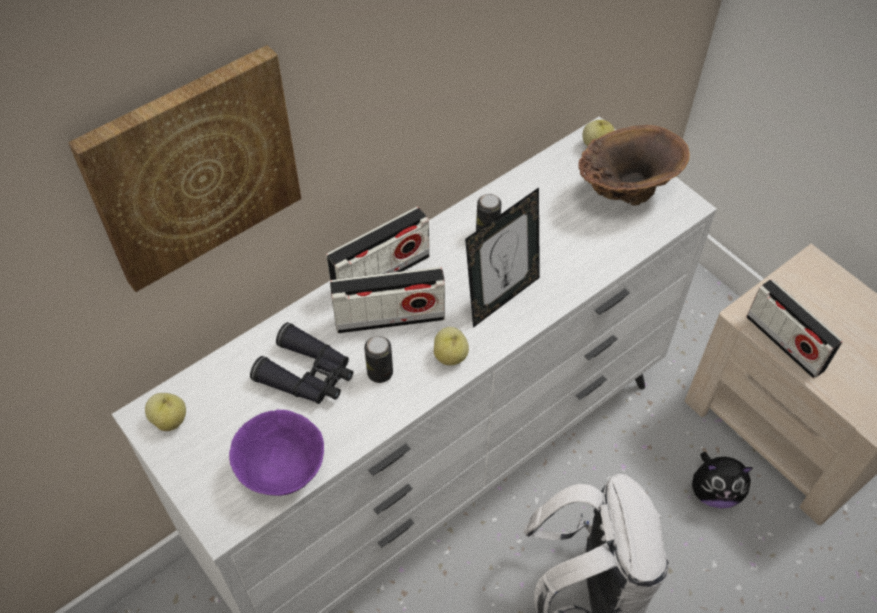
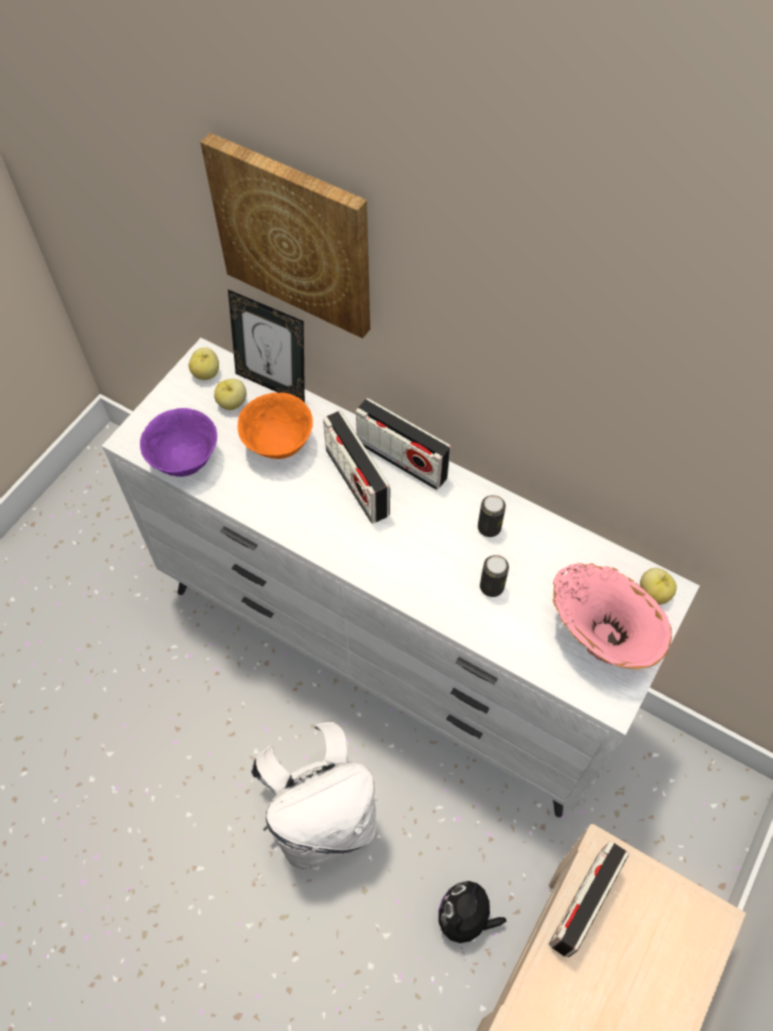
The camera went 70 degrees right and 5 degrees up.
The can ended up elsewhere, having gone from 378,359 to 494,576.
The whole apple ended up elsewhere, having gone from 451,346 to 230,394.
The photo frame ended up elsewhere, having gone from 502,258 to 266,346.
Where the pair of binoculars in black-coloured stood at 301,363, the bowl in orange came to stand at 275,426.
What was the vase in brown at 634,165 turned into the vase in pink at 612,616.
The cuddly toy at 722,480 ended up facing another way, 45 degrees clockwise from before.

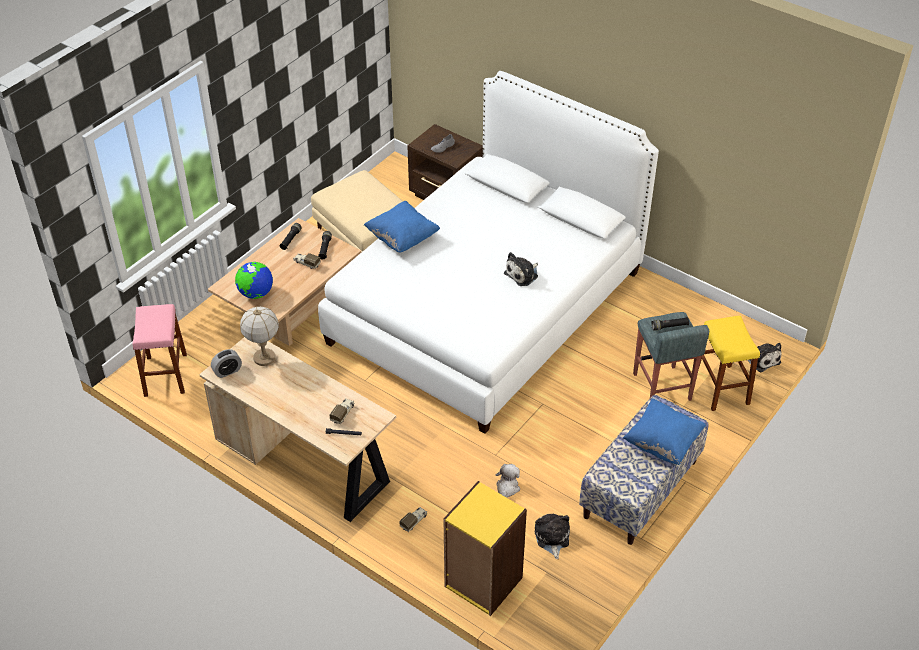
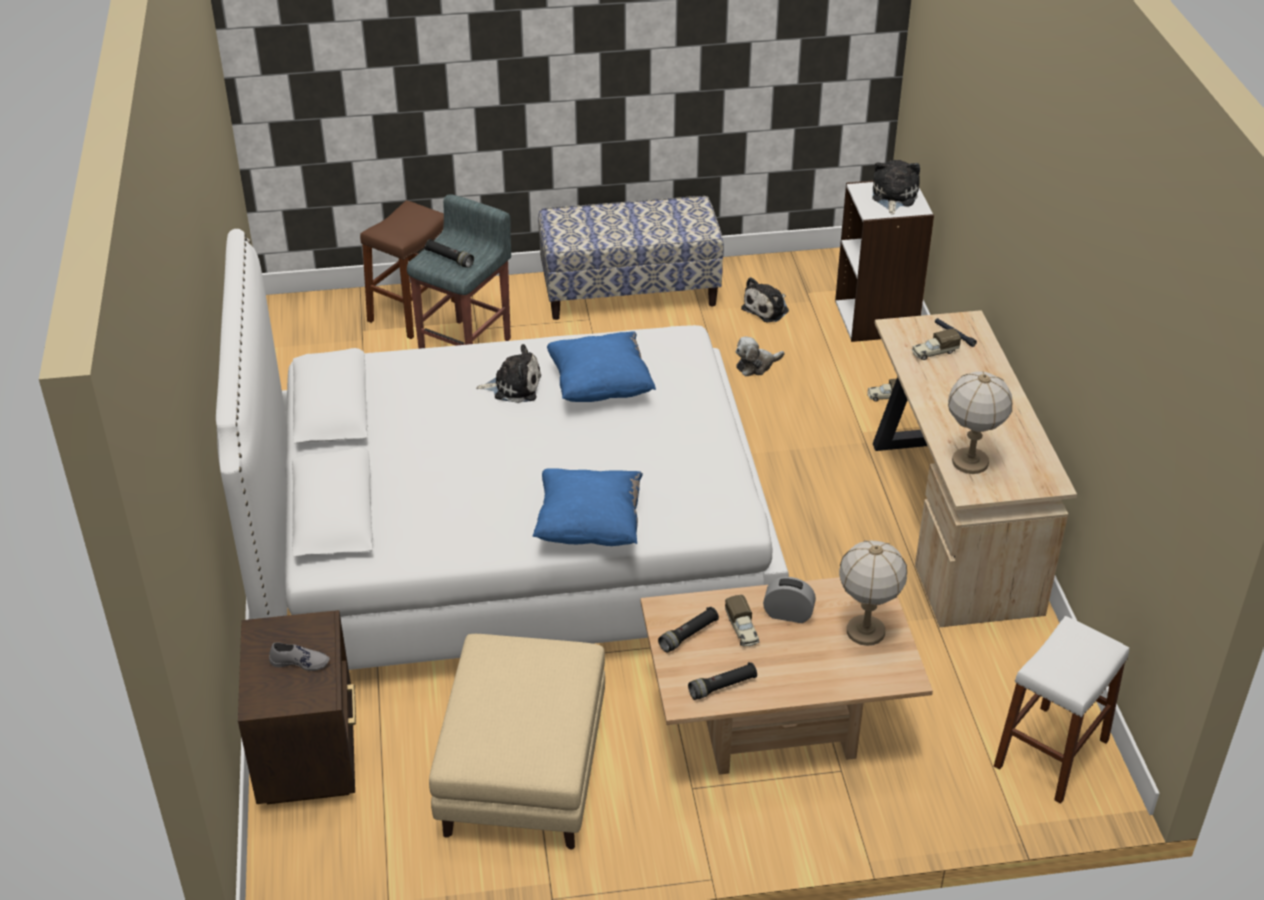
The camera went 135 degrees left and 5 degrees down.
The alarm clock ended up elsewhere, having gone from 226,363 to 789,600.
The pillow in blue ended up elsewhere, having gone from 664,432 to 601,366.
The cuddly toy ended up elsewhere, having gone from 765,357 to 896,187.
Where the desk globe stood at 254,280, the lamp for a table came to stand at 873,593.
What was the stool in pink at 160,350 turned into the stool in white-coloured at 1061,710.
What was the shelving unit in yellow at 485,548 turned into the shelving unit in white-coloured at 884,261.
What was the stool in yellow at 729,363 turned into the stool in brown at 407,269.

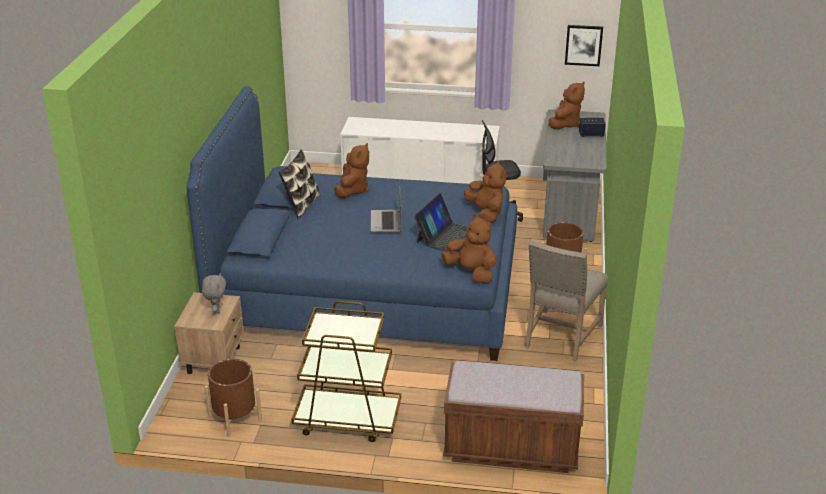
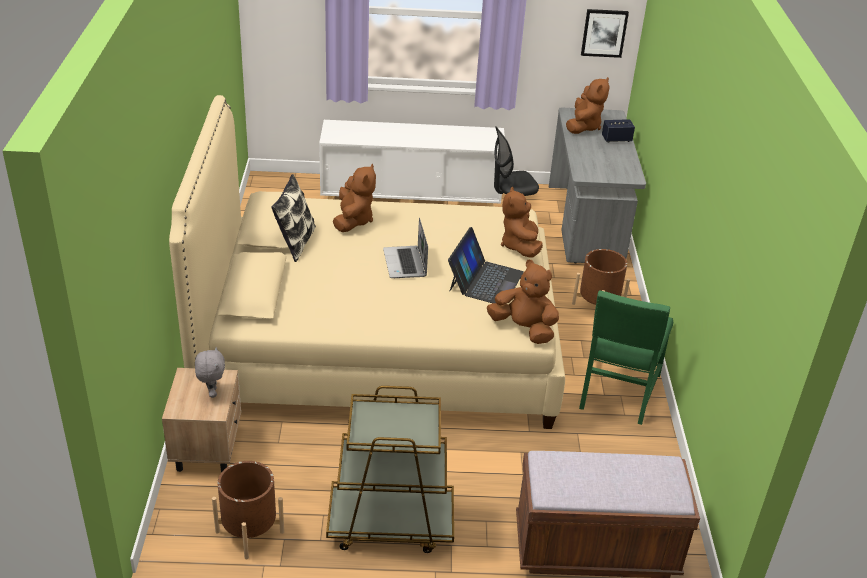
The camera went 10 degrees left and 5 degrees up.
What was the sleeping bed in blue at 351,223 turned into the sleeping bed in beige-coloured at 367,262.
What was the plain chair in beige-coloured at 566,301 turned into the plain chair in green at 626,357.
The cuddly toy in brown at 485,192 ended up facing another way, 150 degrees counterclockwise from before.

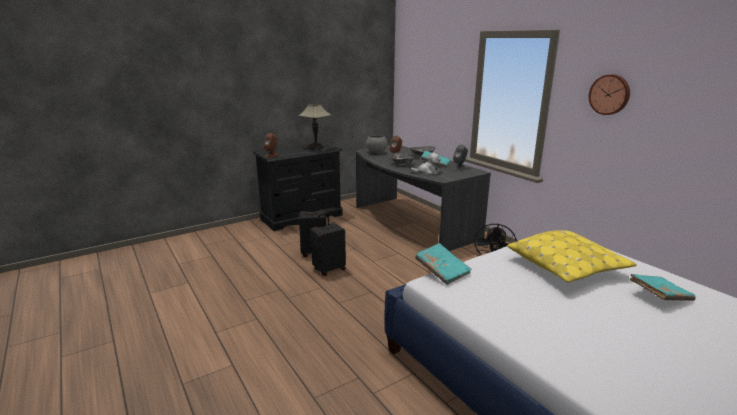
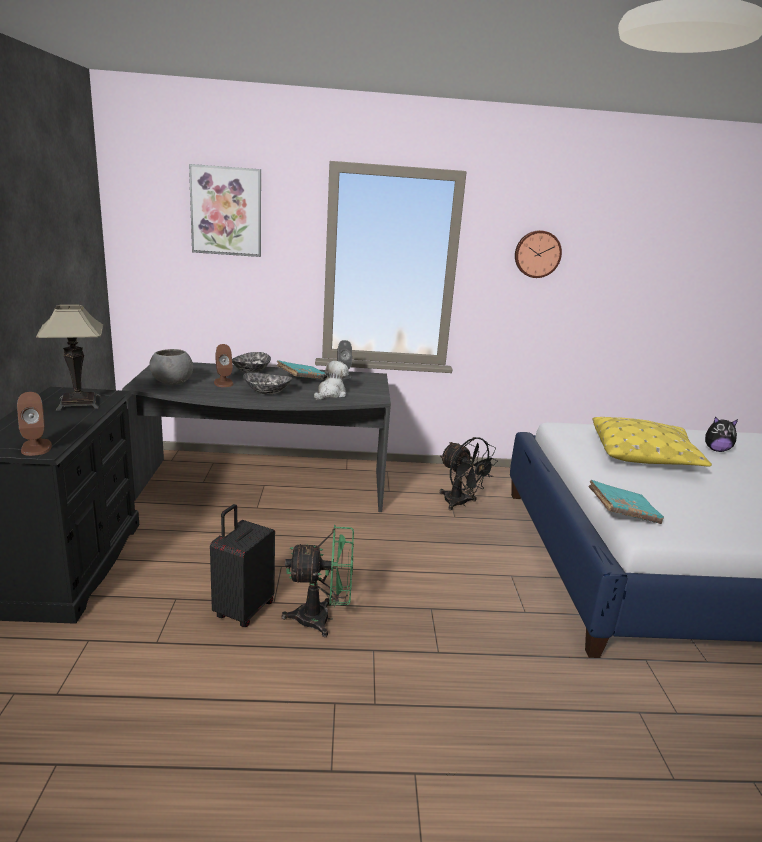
The camera went 60 degrees left and 0 degrees up.
The second view gained the wall art at 225,210.
Where the piece of luggage in black-coloured stood at 328,244, the electric fan in green came to stand at 318,581.
Where the book in blue-green stood at 662,287, the cuddly toy came to stand at 721,434.

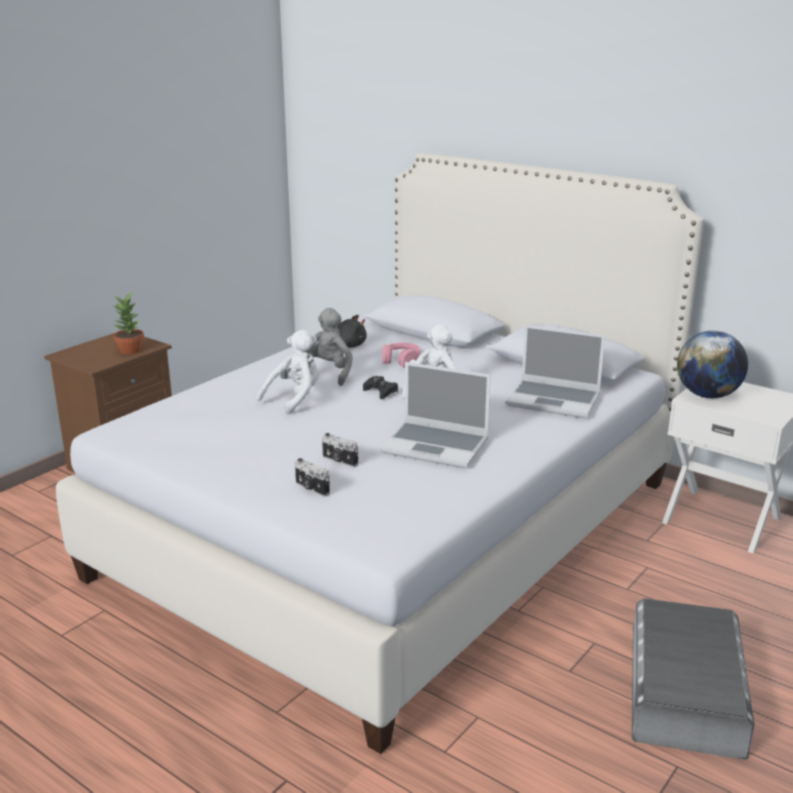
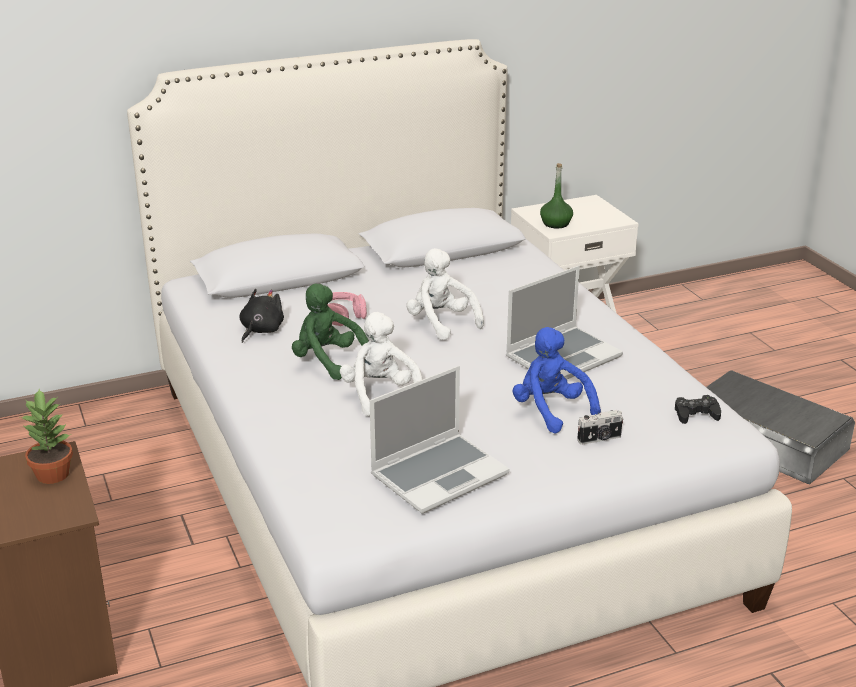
The camera went 60 degrees left and 5 degrees up.
The joypad in black-coloured ended up elsewhere, having gone from 380,387 to 698,409.
The notebook computer ended up elsewhere, having gone from 555,371 to 440,440.
Where the photo camera stood at 340,450, the cuddly toy in blue came to stand at 557,380.
Where the desk globe stood at 712,364, the bottle in green came to stand at 556,195.
What was the cuddly toy in grey at 331,347 turned into the cuddly toy in green at 330,332.

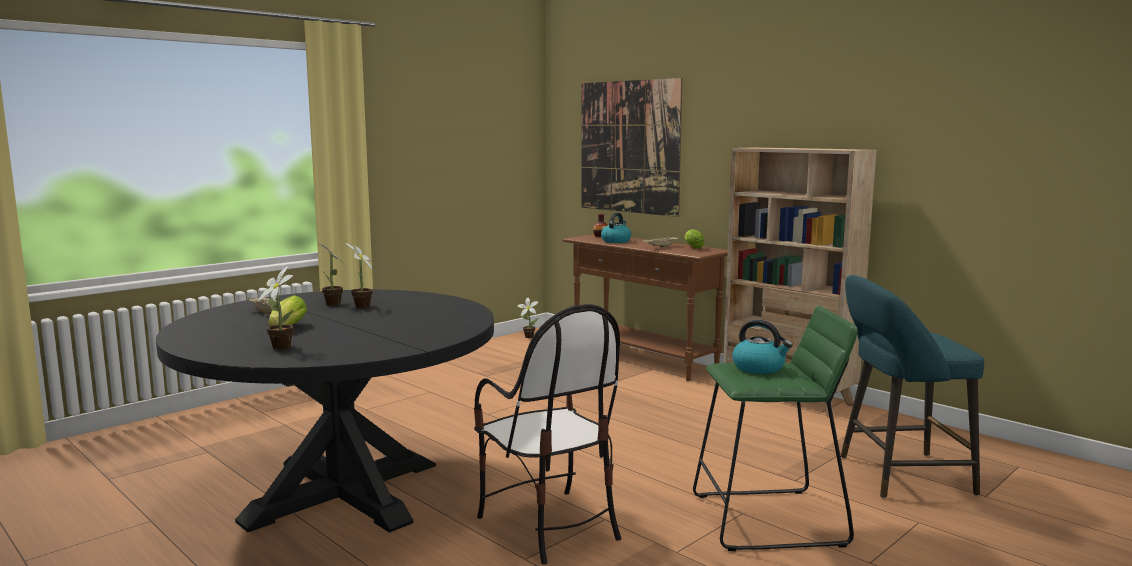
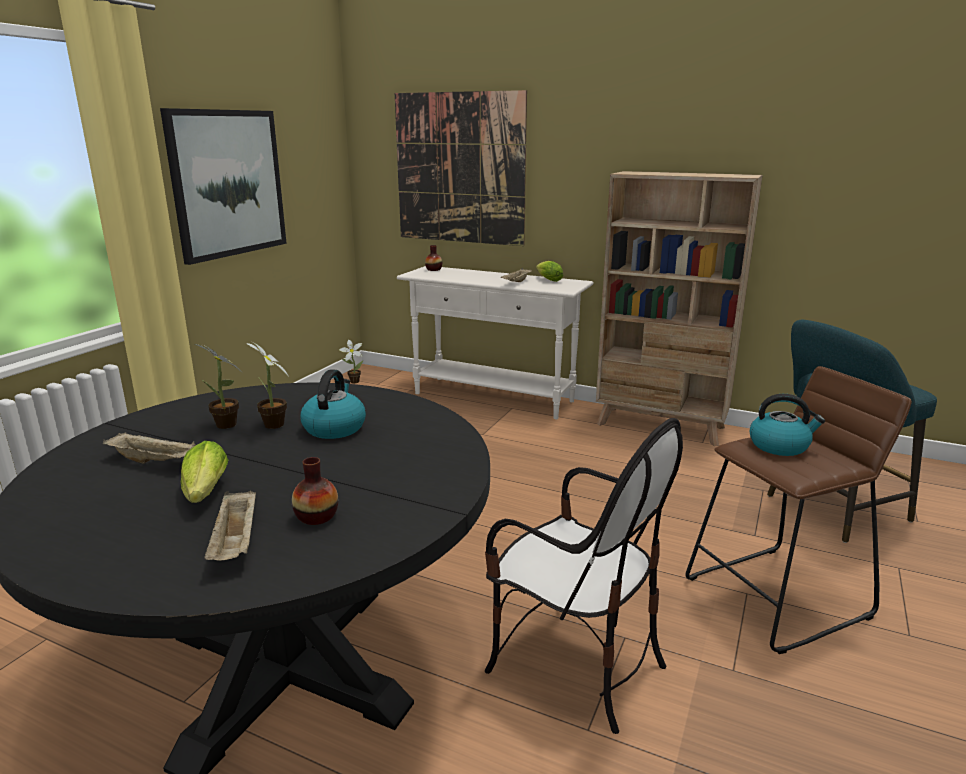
The camera went 20 degrees left and 10 degrees up.
The second view gained the wall art at 223,186.
The second view gained the vase at 315,491.
The kettle ended up elsewhere, having gone from 616,227 to 333,404.
Where the potted plant stood at 276,308, the serving tray in beige-coloured came to stand at 230,526.
What was the narrow table in brown at 645,308 turned into the narrow table in white-coloured at 495,342.
What was the stool in green at 775,428 turned into the stool in brown at 799,510.

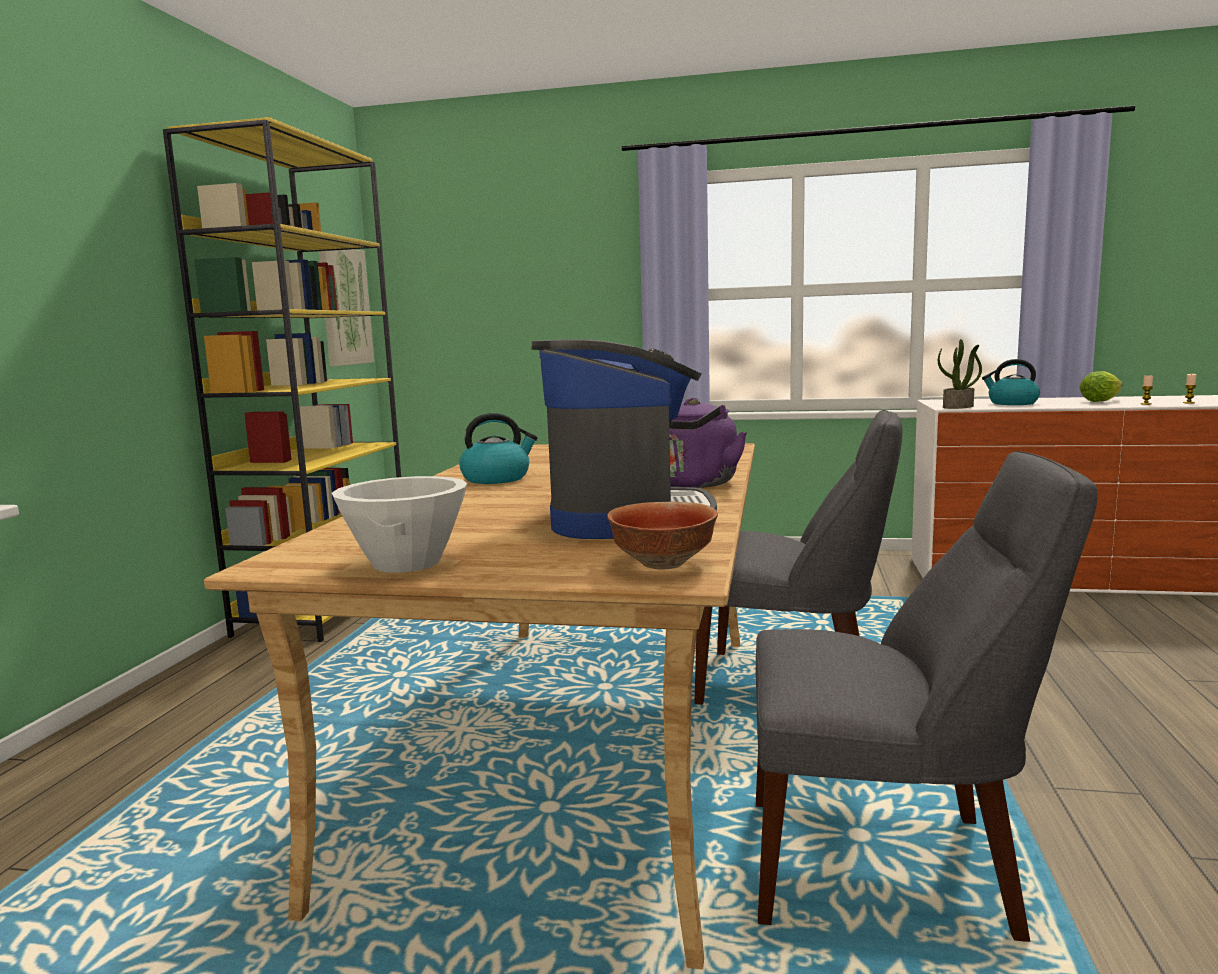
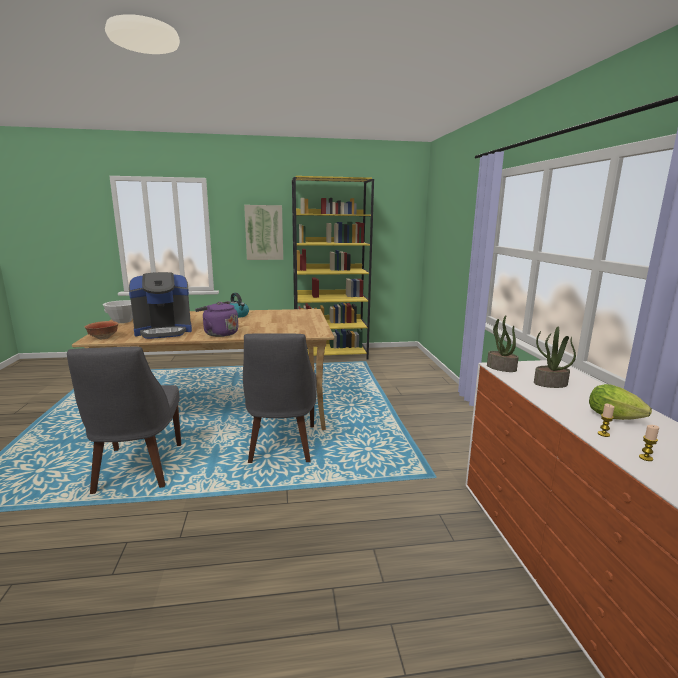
The camera went 70 degrees right and 5 degrees up.
The wall art ended up elsewhere, having gone from 346,307 to 263,232.
Where the kettle stood at 1011,382, the potted plant came to stand at 555,357.

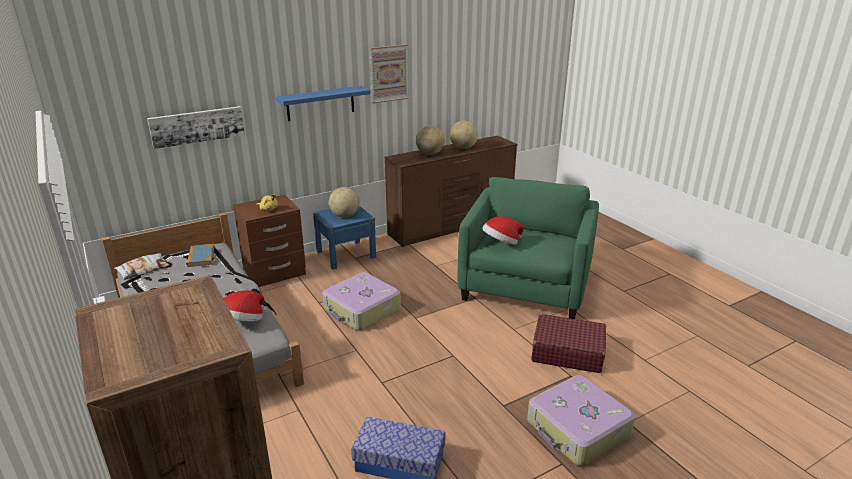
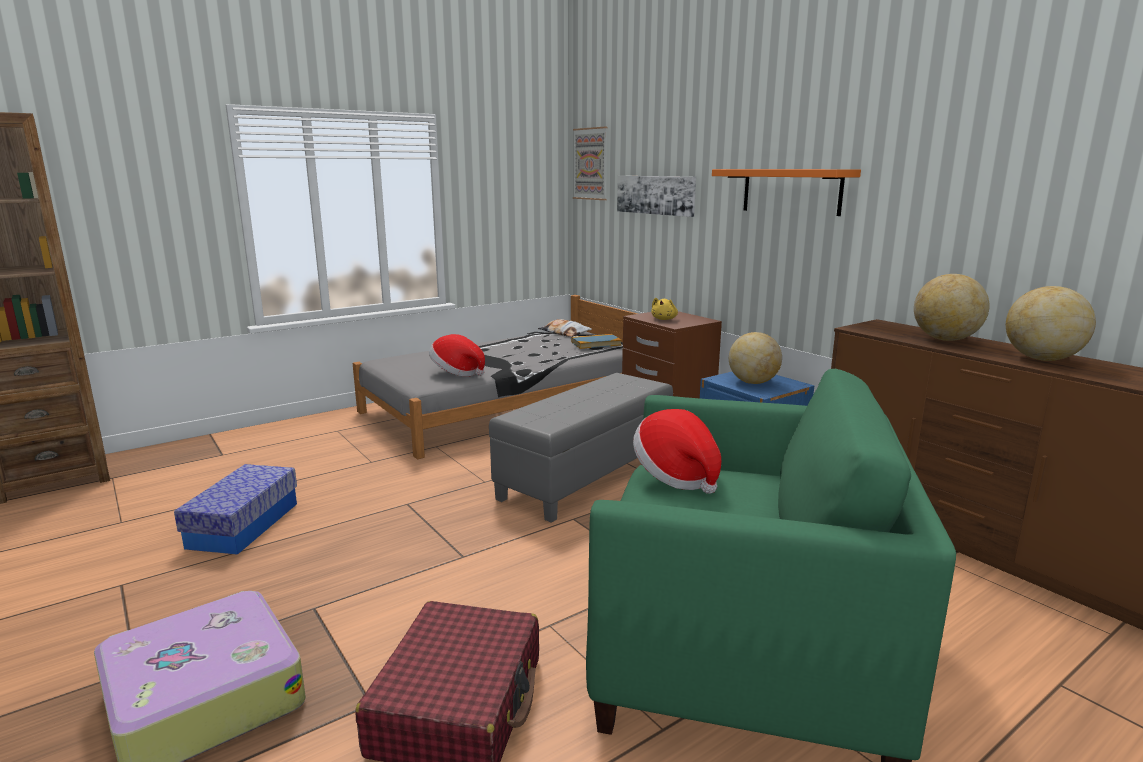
The camera went 85 degrees right and 10 degrees down.
The wall art ended up elsewhere, having gone from 389,74 to 590,163.
Where the piece of luggage stood at 361,301, the pouffe in grey came to stand at 581,448.
What was the wall shelf in blue at 323,103 turned into the wall shelf in orange at 786,192.

